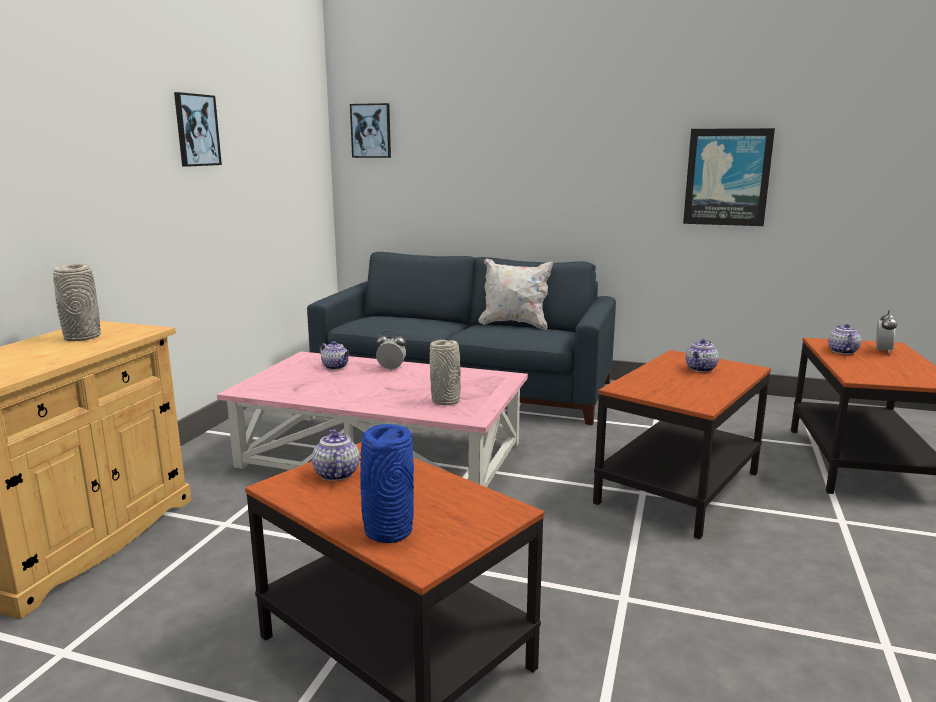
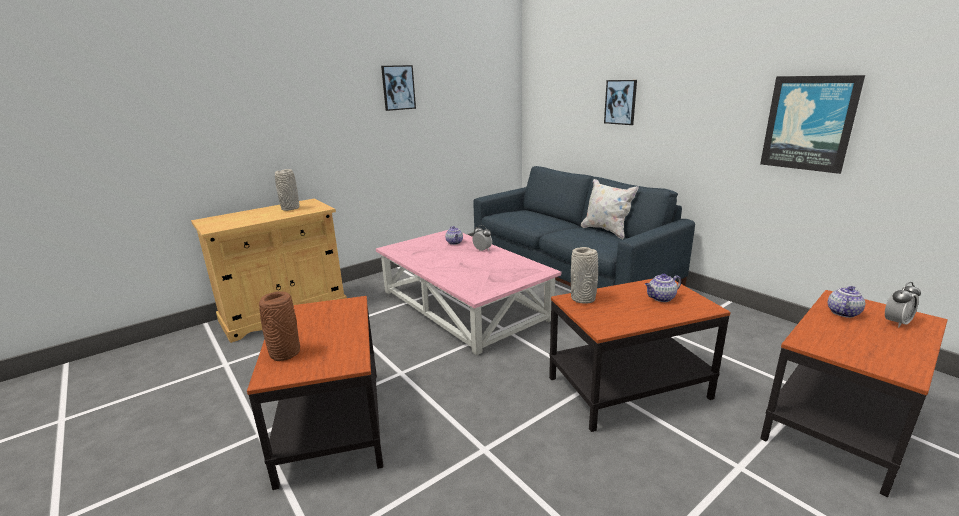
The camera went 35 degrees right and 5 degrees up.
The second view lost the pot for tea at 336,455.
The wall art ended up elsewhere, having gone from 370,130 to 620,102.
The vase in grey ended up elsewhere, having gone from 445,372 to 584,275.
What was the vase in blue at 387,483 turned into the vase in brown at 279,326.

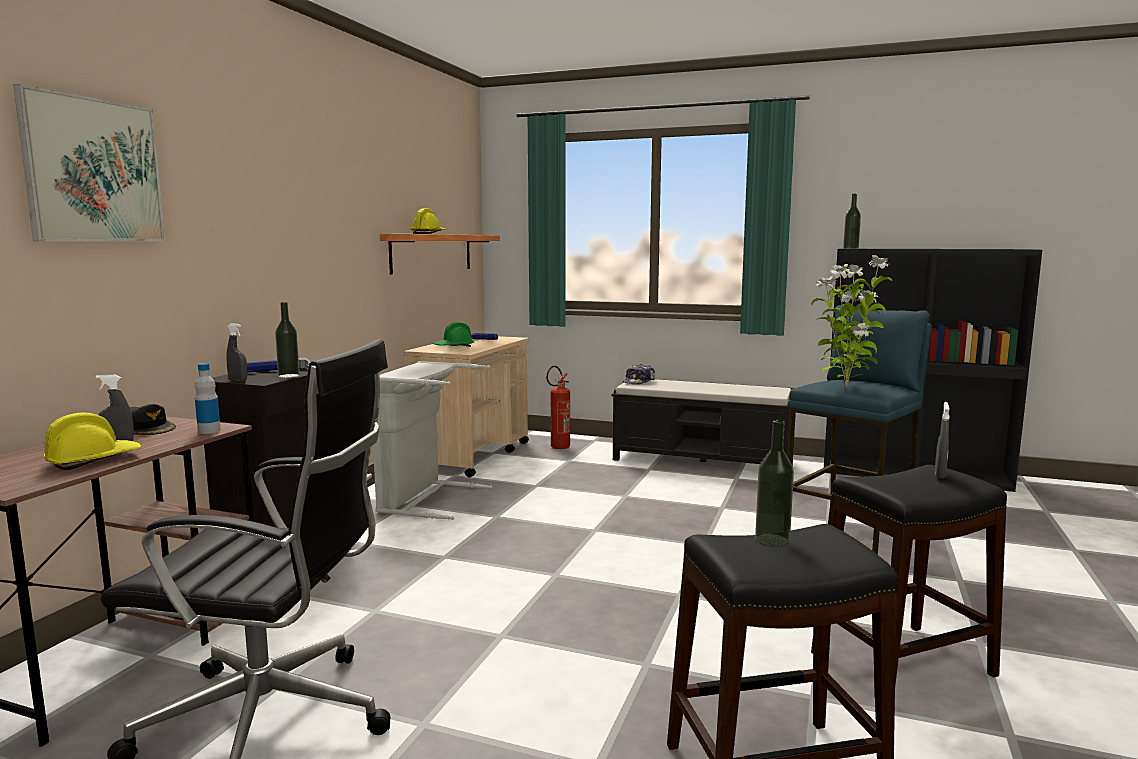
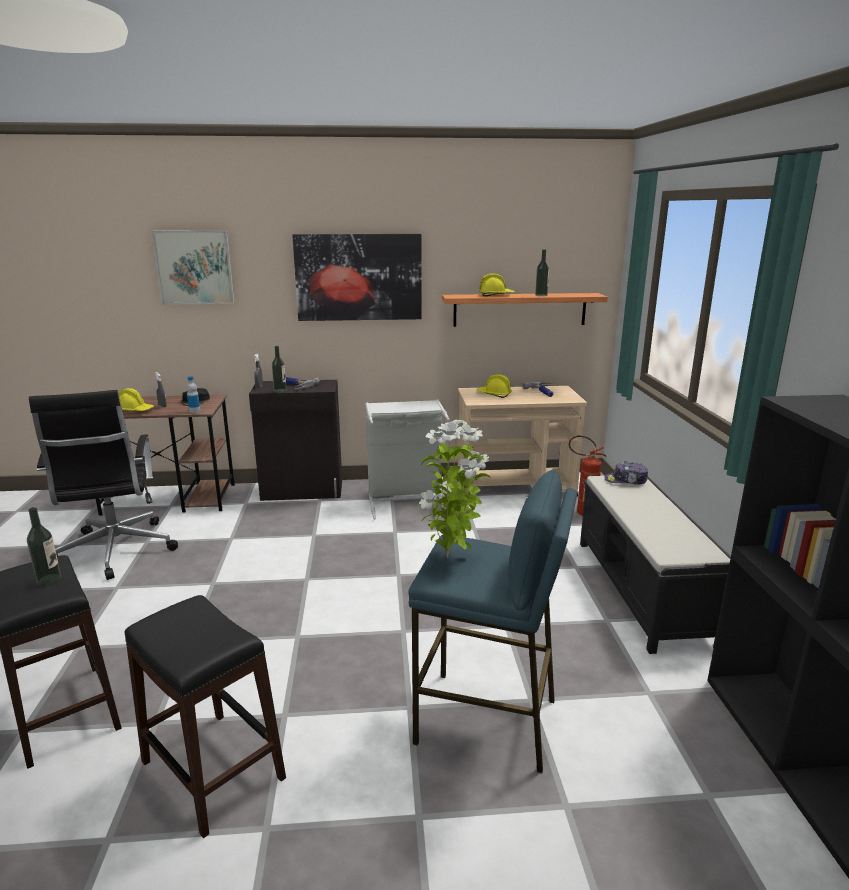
The camera went 65 degrees right and 10 degrees up.
The second view lost the spray bottle in grey at 942,440.
The second view gained the wall art at 357,277.
The bottle ended up elsewhere, having gone from 852,221 to 542,272.
What was the work helmet in green at 453,334 turned into the work helmet in yellow at 494,386.

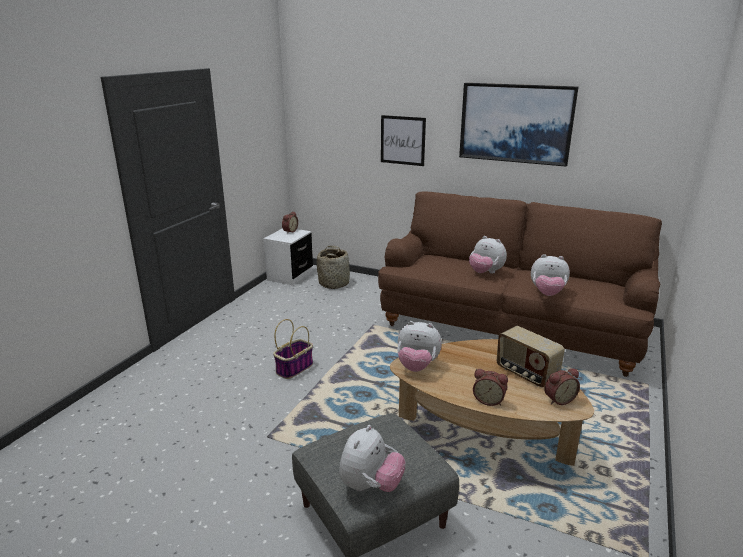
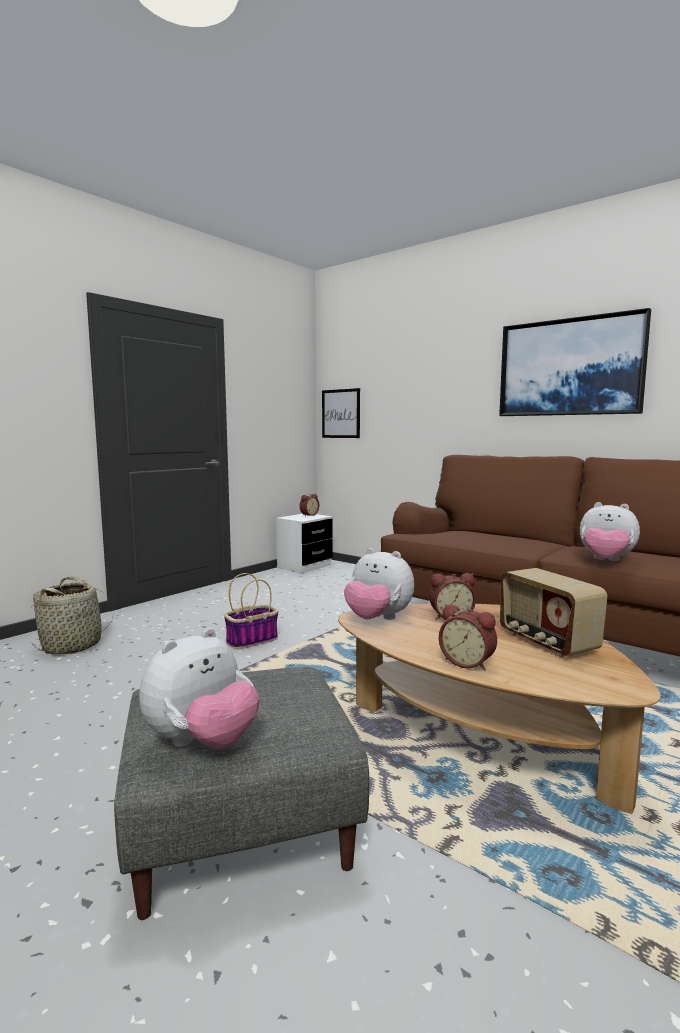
The camera went 15 degrees right and 15 degrees down.
The second view lost the cuddly toy at 488,254.
The household basket ended up elsewhere, having gone from 333,267 to 72,616.
The wall art ended up elsewhere, having gone from 403,140 to 341,413.
The alarm clock ended up elsewhere, having gone from 562,386 to 452,596.

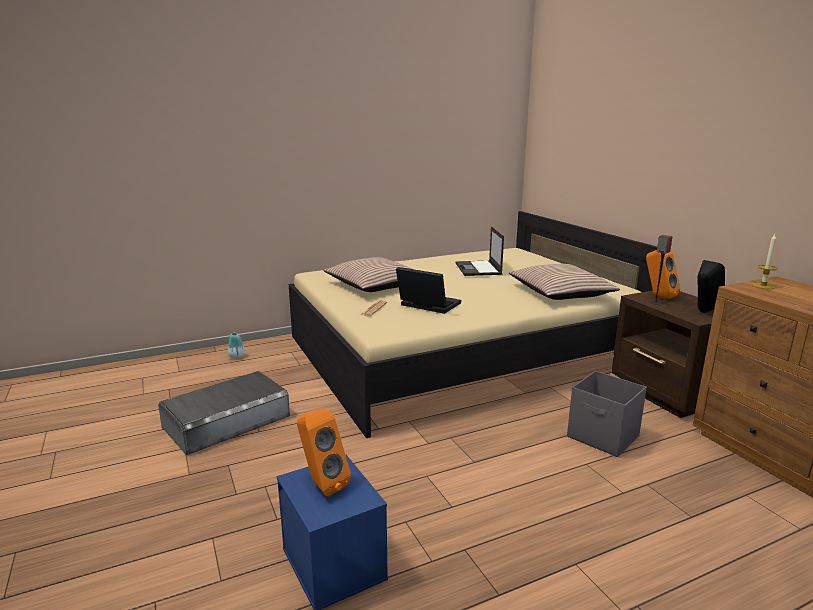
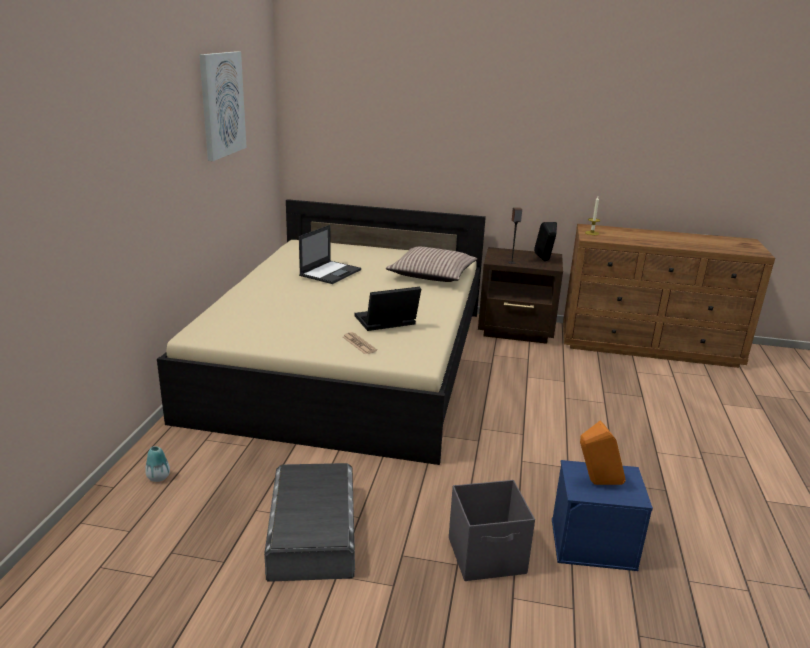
The camera went 55 degrees left and 5 degrees up.
The second view lost the pillow at 368,274.
The second view lost the speaker in orange at 663,274.
The second view gained the wall art at 223,106.
The storage bin in grey ended up elsewhere, having gone from 607,414 to 492,530.
The notebook computer at 480,251 ended up facing another way, 90 degrees counterclockwise from before.

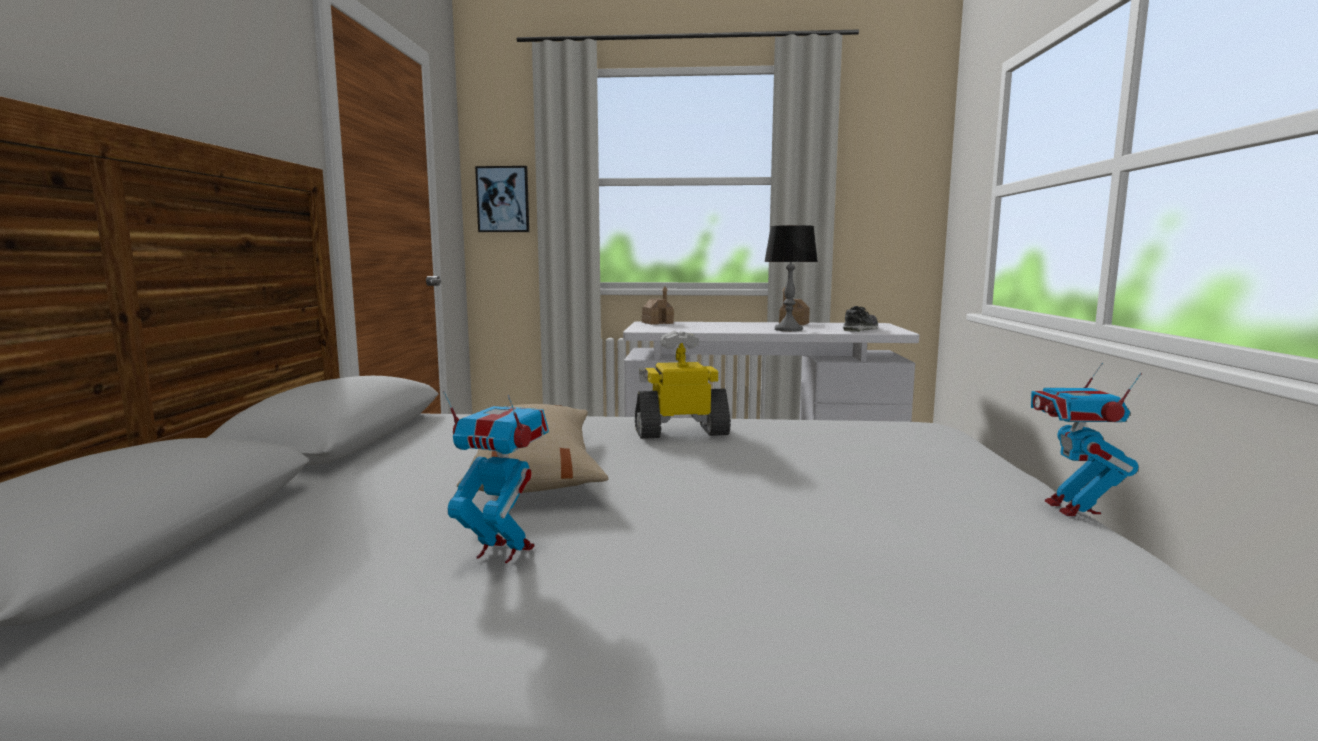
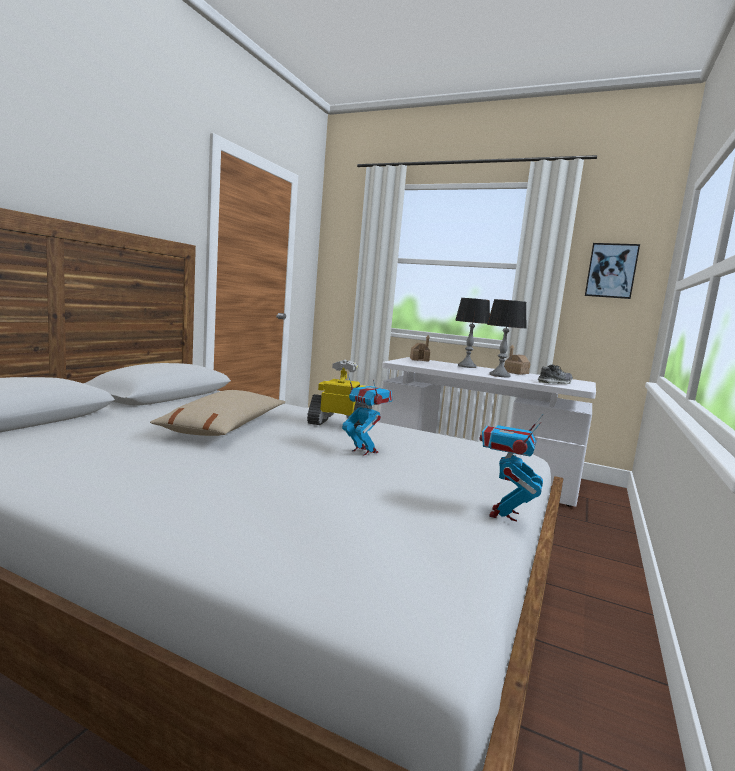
The camera went 20 degrees right and 0 degrees up.
The second view gained the lamp for a table at 472,333.
The toy robot ended up elsewhere, having gone from 496,476 to 367,414.
The wall art ended up elsewhere, having gone from 502,199 to 612,271.

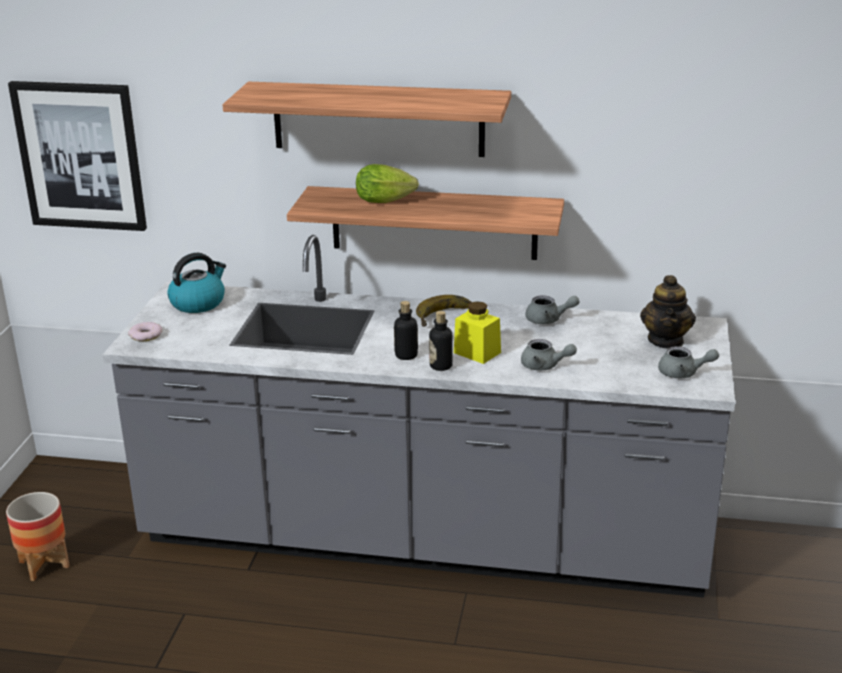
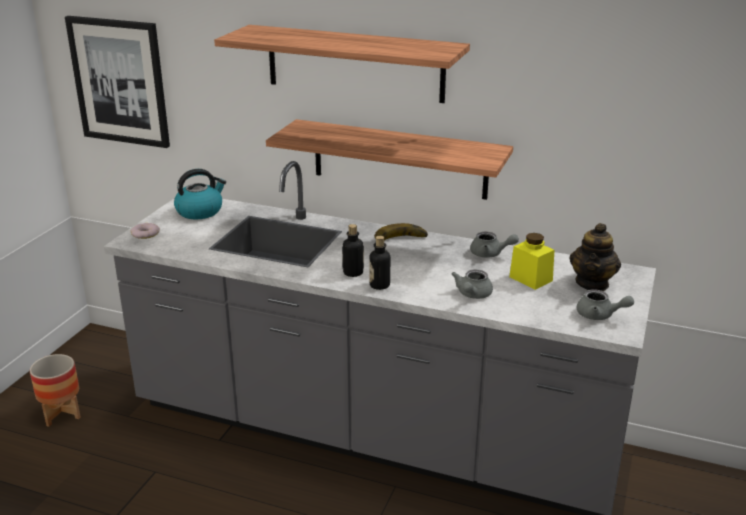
The camera went 10 degrees right and 0 degrees up.
The second view lost the head of lettuce at 387,183.
The jar in yellow ended up elsewhere, having gone from 477,332 to 532,261.
The pot for tea in grey at 549,354 ended up facing another way, 75 degrees clockwise from before.

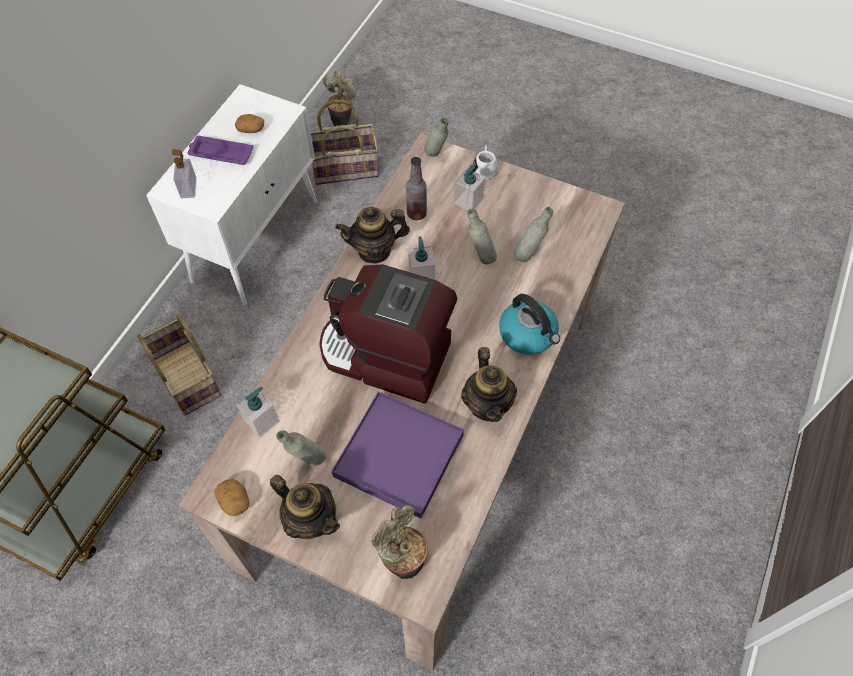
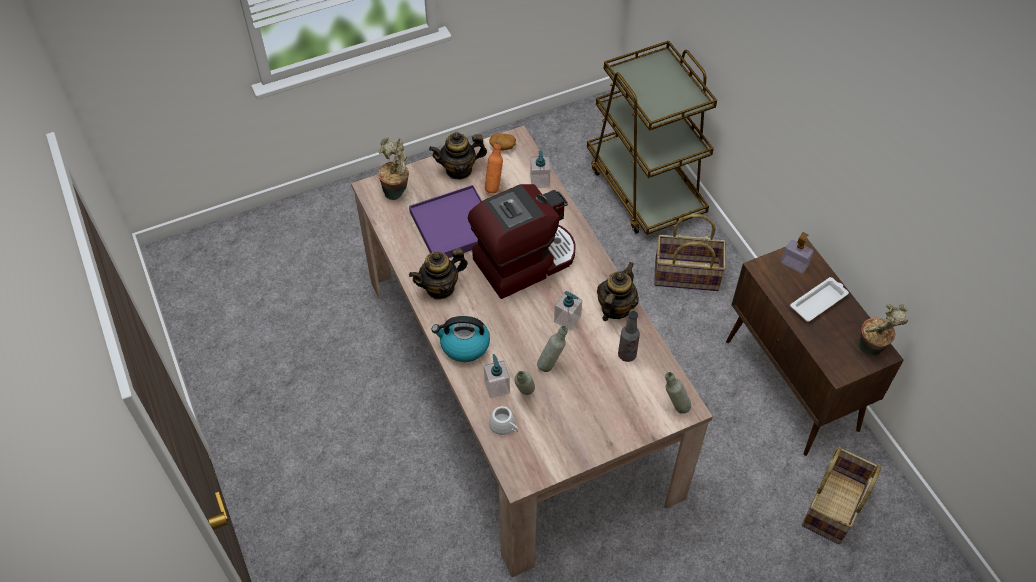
The camera went 130 degrees right and 5 degrees down.
The second view lost the whole potato at 249,123.
The potted plant ended up elsewhere, having gone from 339,98 to 883,329.
The soap bottle ended up elsewhere, having gone from 469,188 to 497,376.
The tea mug in white-coloured ended up elsewhere, having gone from 485,162 to 503,420.
What was the cupboard in white-coloured at 231,194 turned into the cupboard in brown at 815,347.
What was the serving tray in purple-coloured at 221,150 turned into the serving tray in white-coloured at 819,299.
What was the bottle in grey at 300,448 turned into the bottle in orange at 494,167.
The pot for tea at 489,384 ended up facing another way, 60 degrees counterclockwise from before.

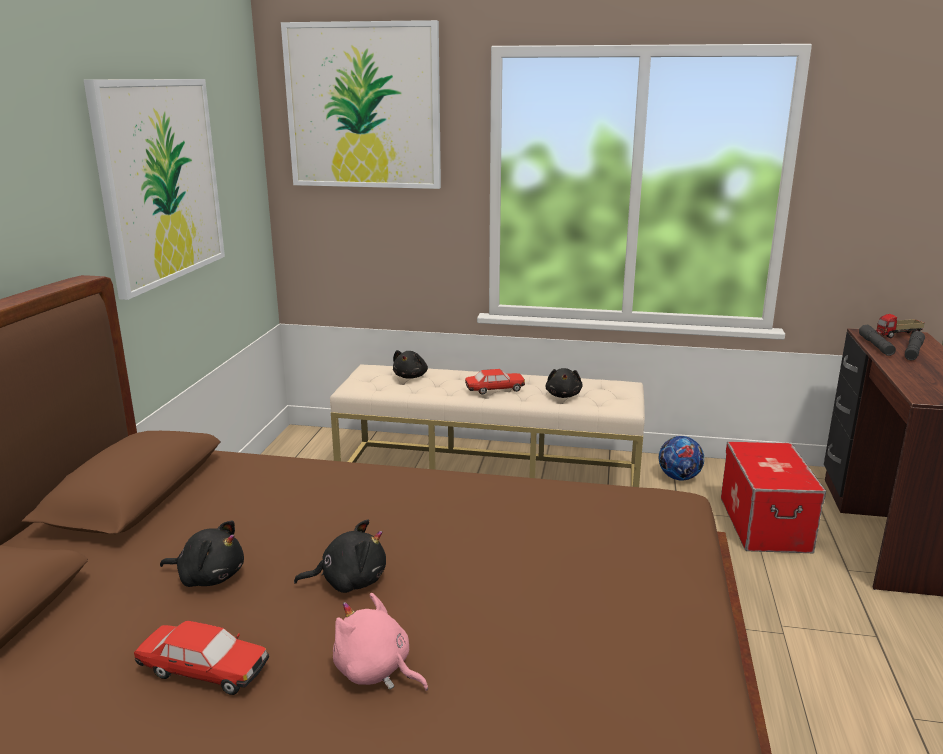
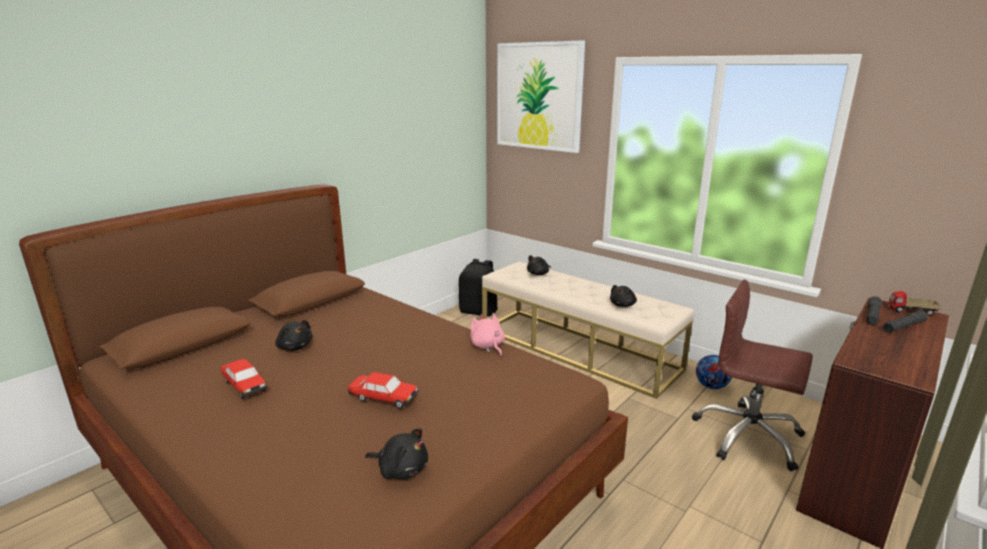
The camera went 30 degrees right and 0 degrees up.
The second view lost the wall art at 154,189.
The second view gained the rucksack in black-coloured at 477,288.
The cuddly toy in black-coloured ended up elsewhere, having gone from 340,556 to 396,453.
The cuddly toy in pink ended up elsewhere, having gone from 380,642 to 487,334.
The toy car ended up elsewhere, having gone from 495,381 to 383,390.
Where the storage bin stood at 773,497, the desk chair in brown came to stand at 752,375.

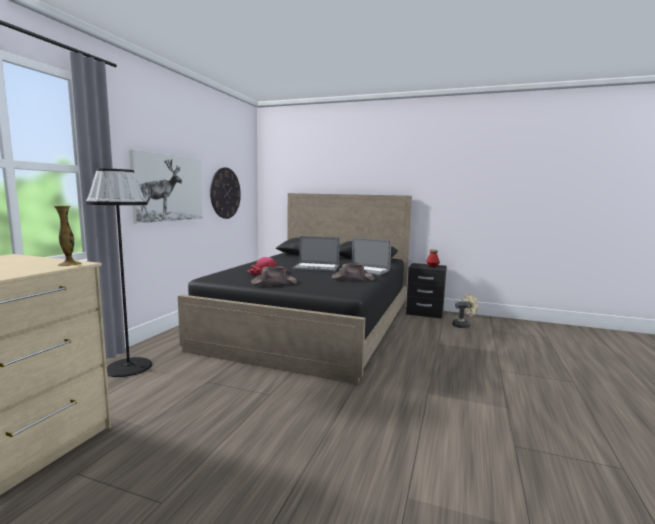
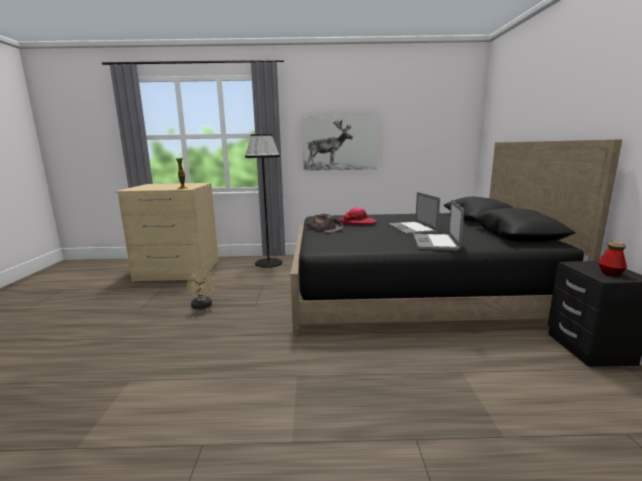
The camera went 70 degrees right and 5 degrees up.
The second view lost the hanging clock at 225,193.
The second view lost the hat in brown at 352,272.
The electric fan in beige-coloured ended up elsewhere, having gone from 465,311 to 201,290.

